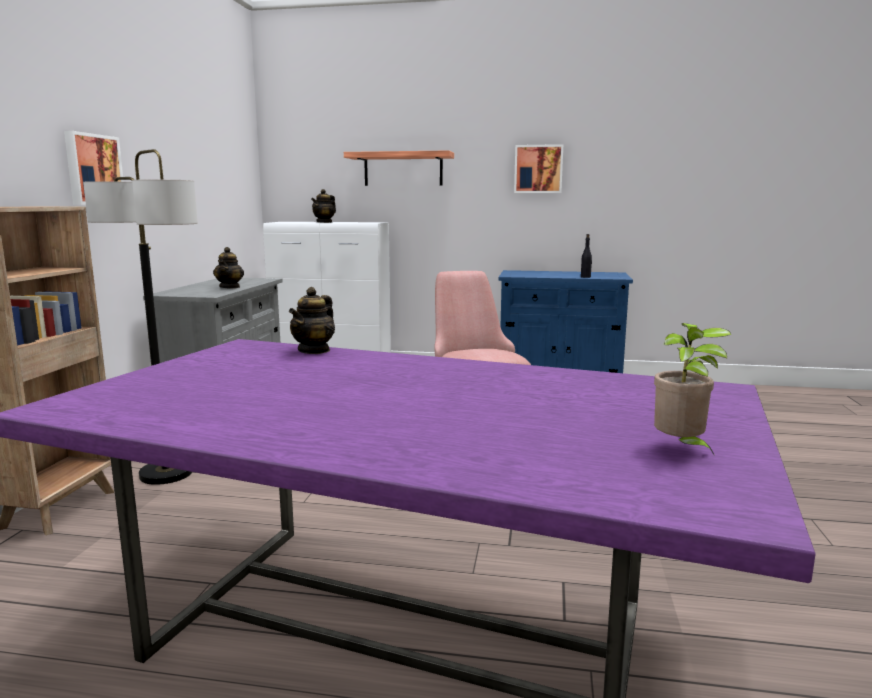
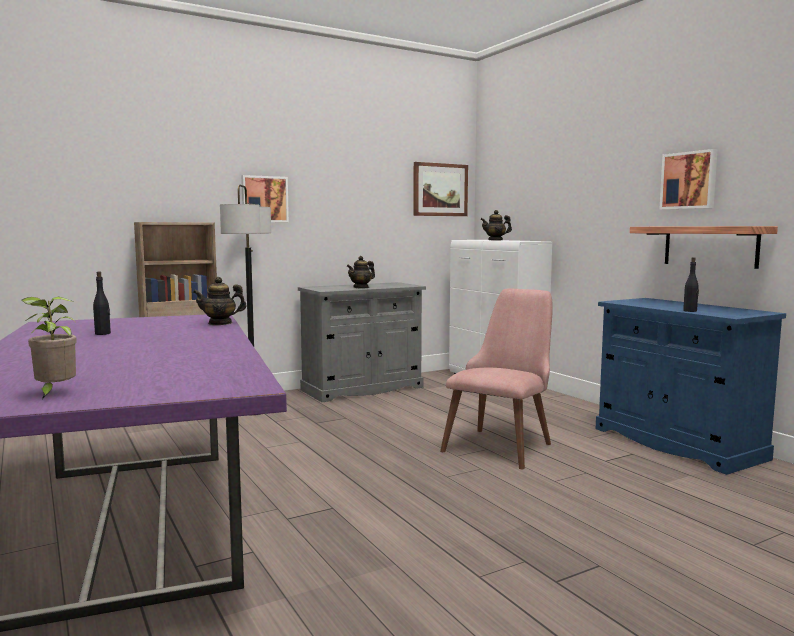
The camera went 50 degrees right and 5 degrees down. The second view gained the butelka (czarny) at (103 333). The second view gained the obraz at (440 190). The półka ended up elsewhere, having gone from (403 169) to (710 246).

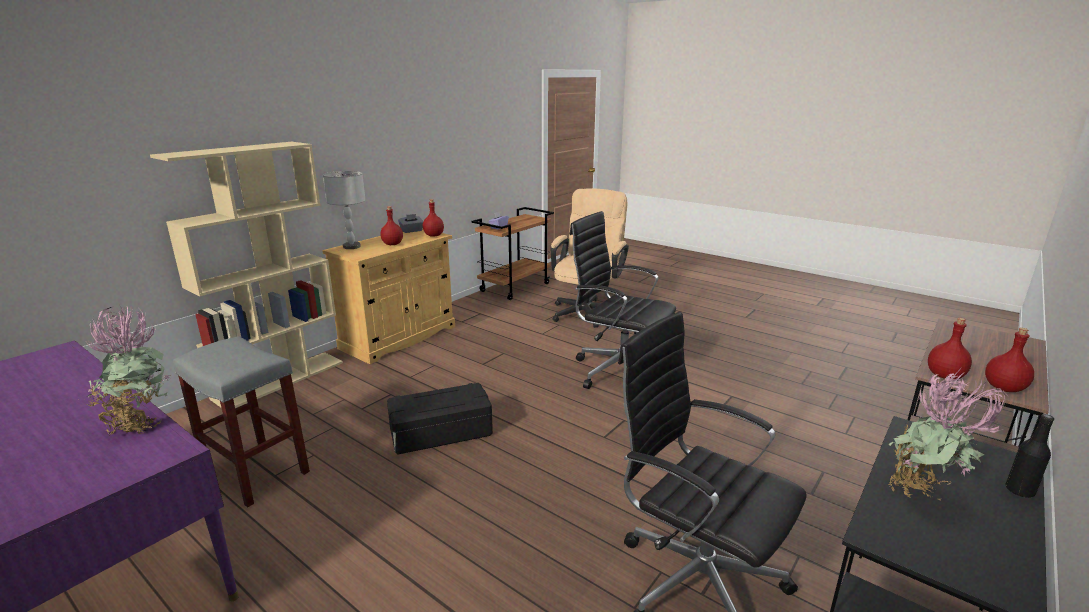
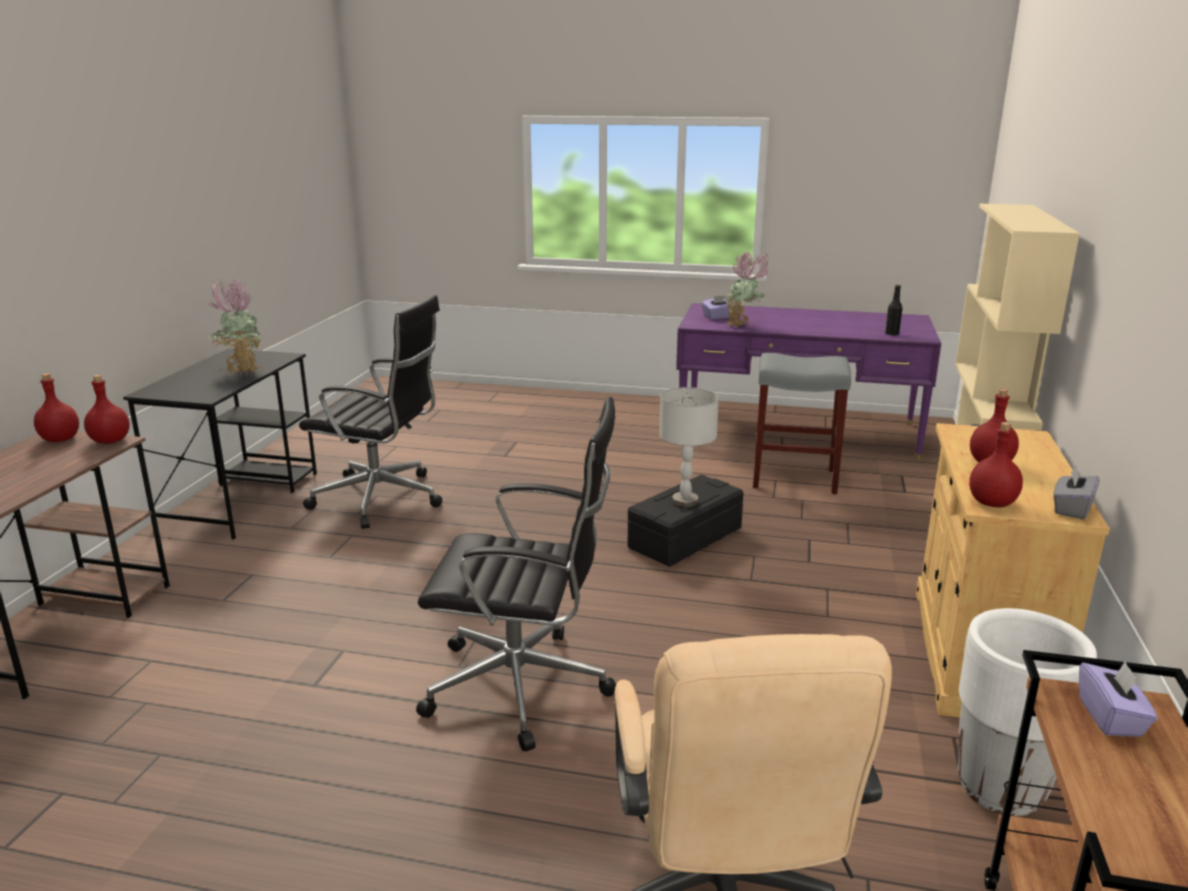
The camera went 155 degrees right and 0 degrees up. The second view gained the pudełko chusteczek (fioletowy) at (717 317). The second view gained the donica (biały) at (1000 788). The lampa stołowa (szary) ended up elsewhere, having gone from (351 246) to (685 501). The butelka (czarny) ended up elsewhere, having gone from (1019 491) to (891 334).

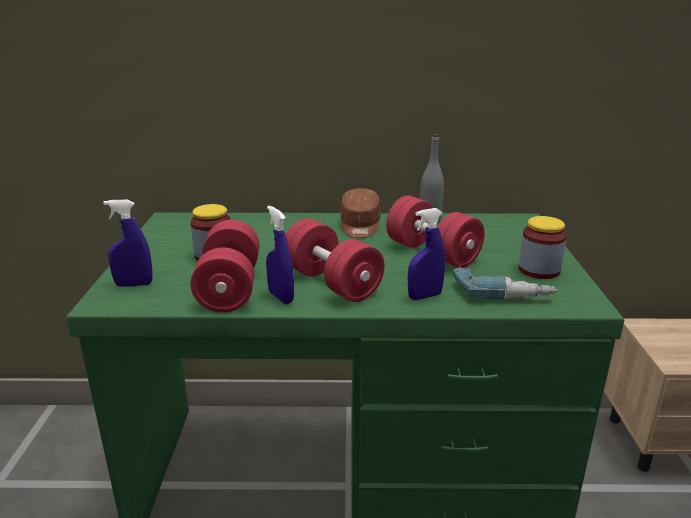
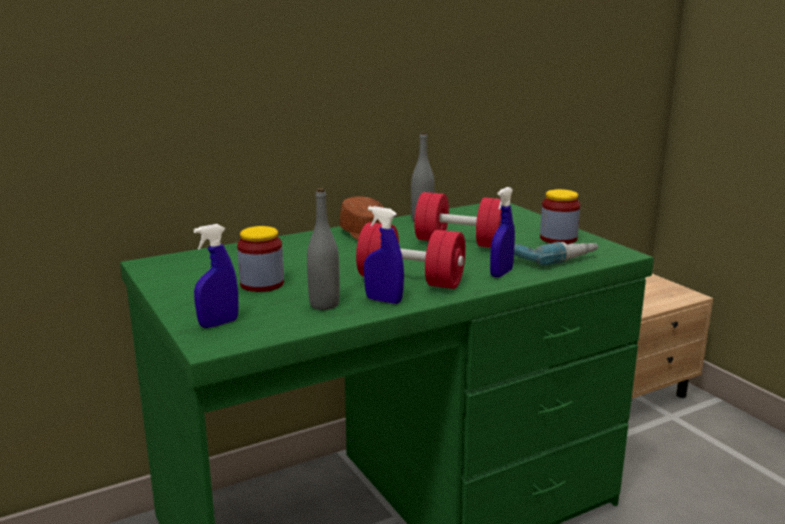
The camera went 30 degrees left and 5 degrees down. Where the hantel (czerwony) stood at (229 288), the butelka (szary) came to stand at (324 305).

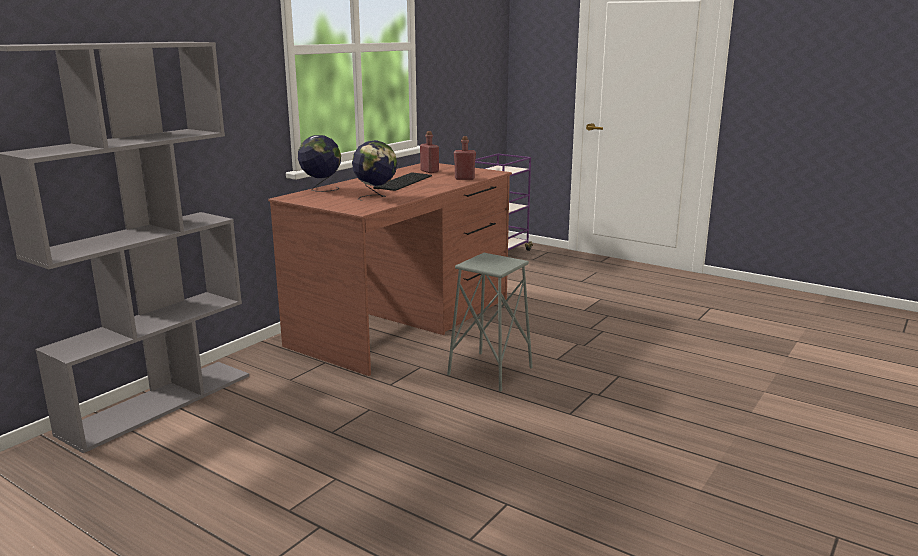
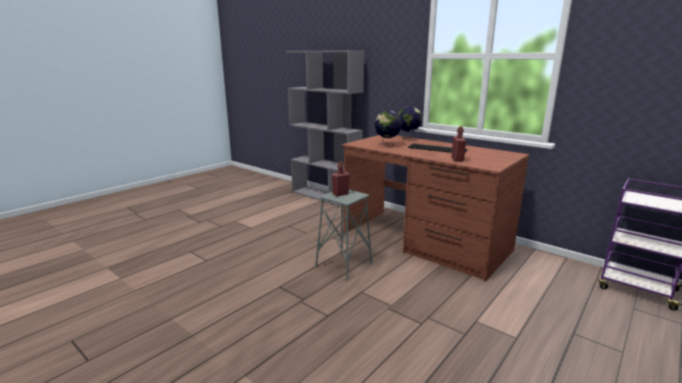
The camera went 95 degrees right and 0 degrees up. The butelka (czerwony) ended up elsewhere, having gone from (429 171) to (340 194).

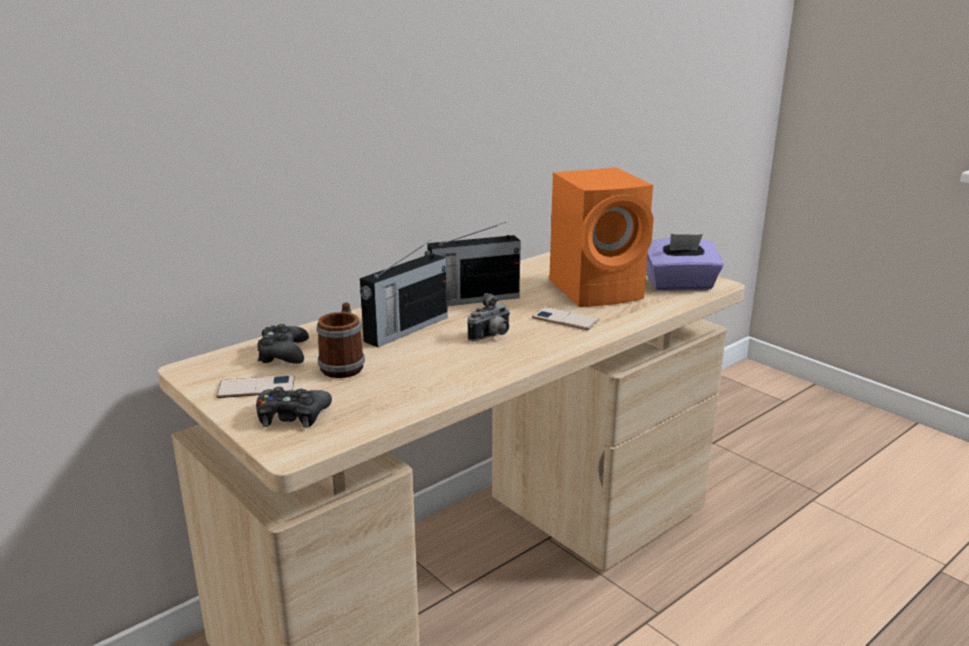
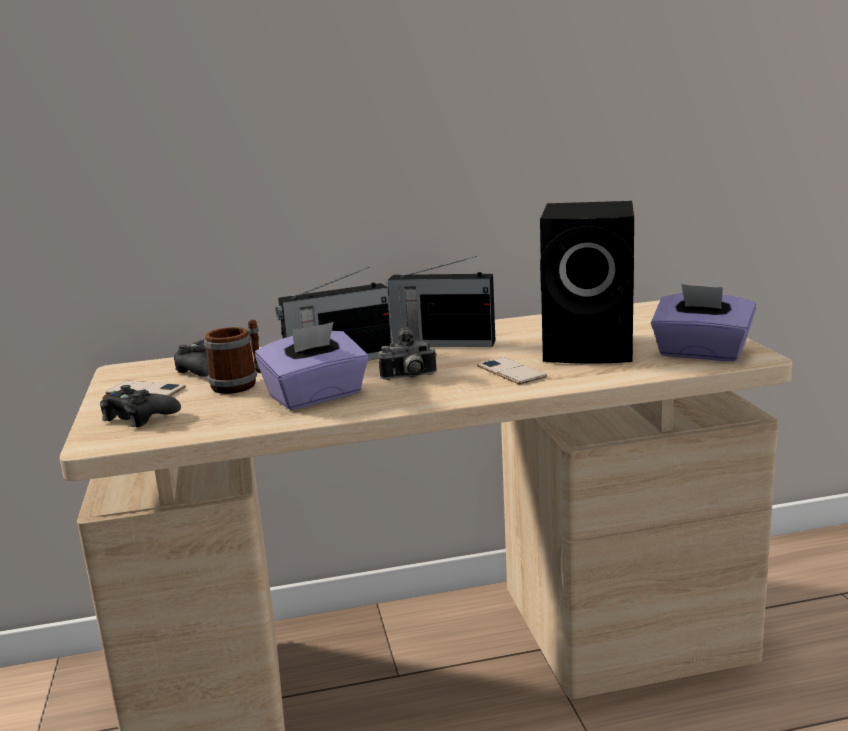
The camera went 30 degrees right and 5 degrees down. The second view gained the pudełko chusteczek (fioletowy) at (316 396). What was the głośnik (pomarańczowy) at (599 290) turned into the głośnik (czarny) at (592 348).

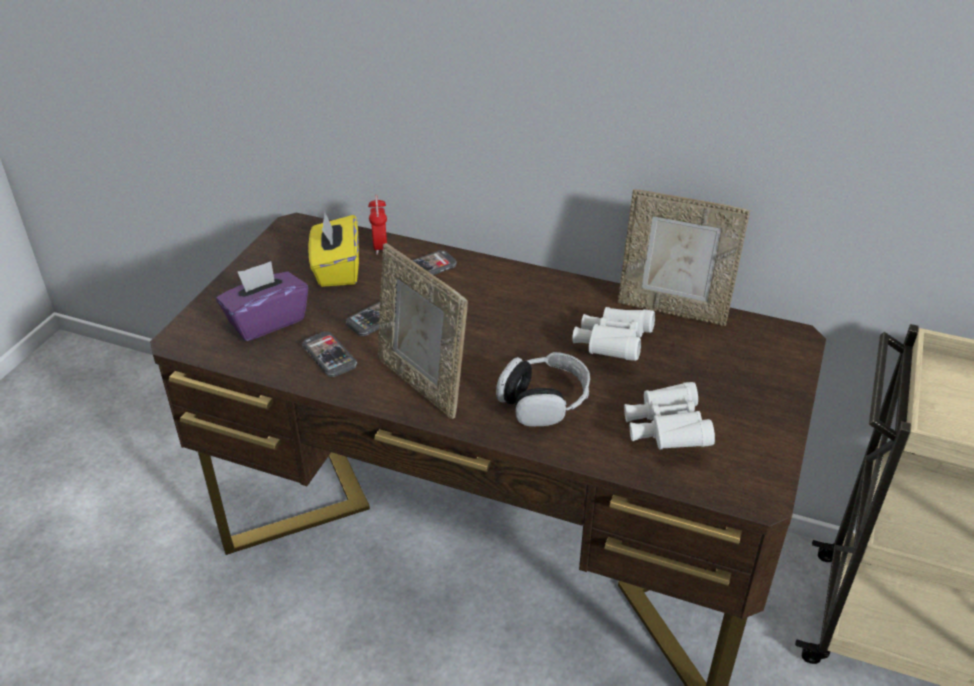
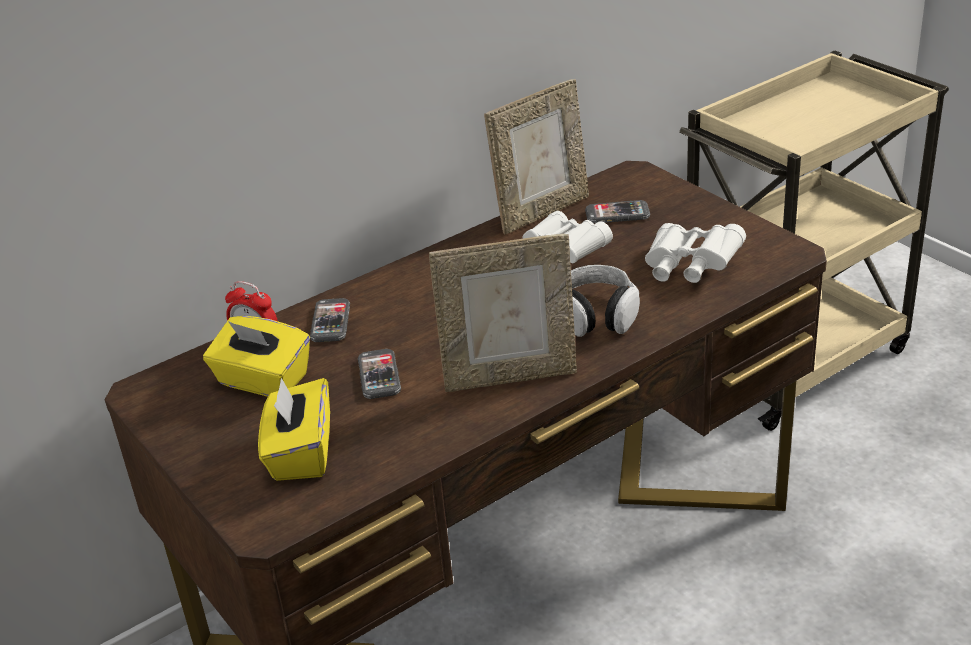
The camera went 55 degrees left and 5 degrees down. The telefon ended up elsewhere, having gone from (329 356) to (617 214). What was the pudełko chusteczek (fioletowy) at (266 321) turned into the pudełko chusteczek (żółty) at (300 453).

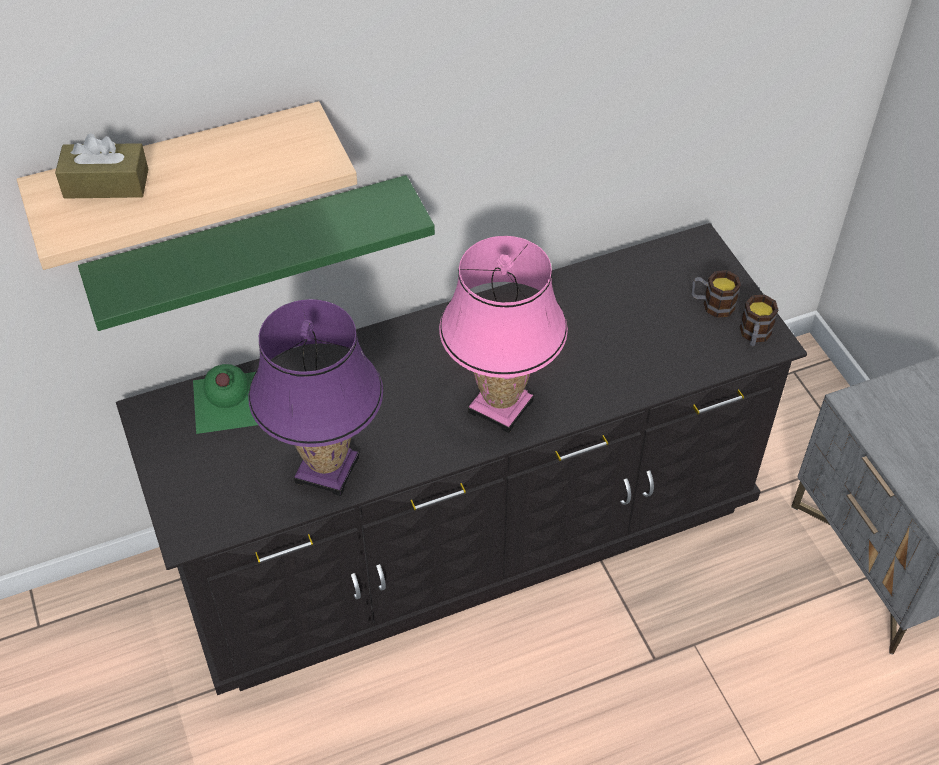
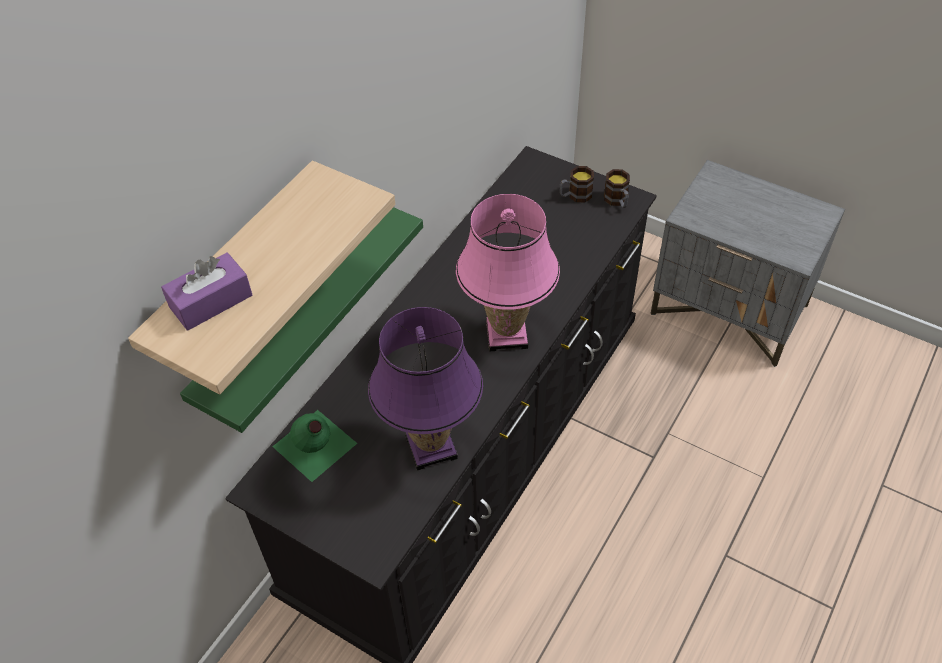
The camera went 35 degrees left and 0 degrees up. What was the pudełko chusteczek (brązowy) at (106 184) turned into the pudełko chusteczek (fioletowy) at (211 301).

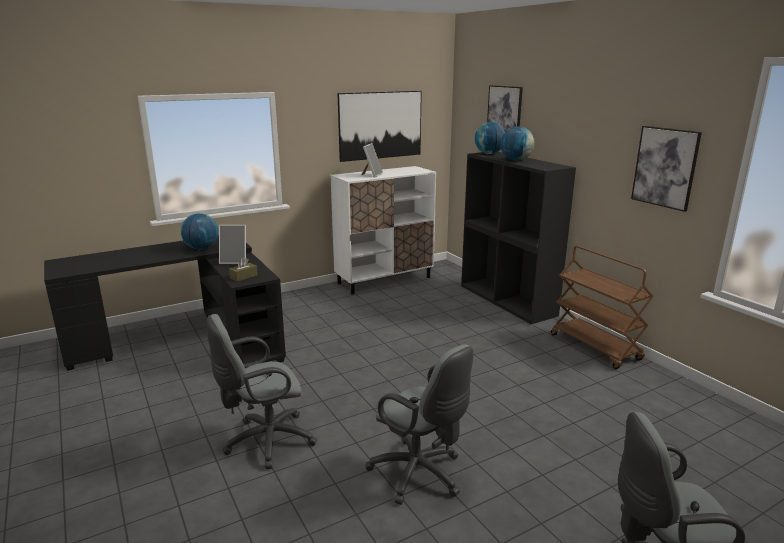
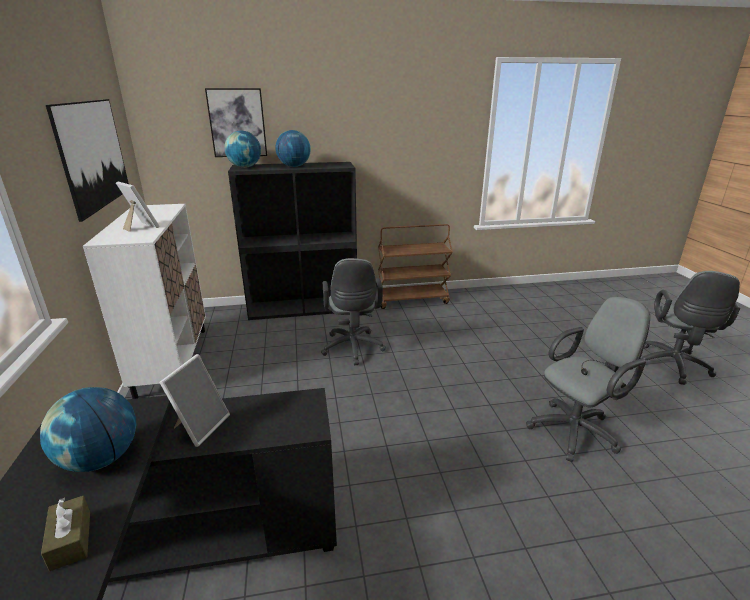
The camera went 70 degrees left and 5 degrees up. The second view lost the obraz at (665 167). The krzesło biurowe (szary) ended up elsewhere, having gone from (265 441) to (353 349). The pudełko chusteczek (brązowy) ended up elsewhere, having gone from (243 277) to (71 540).

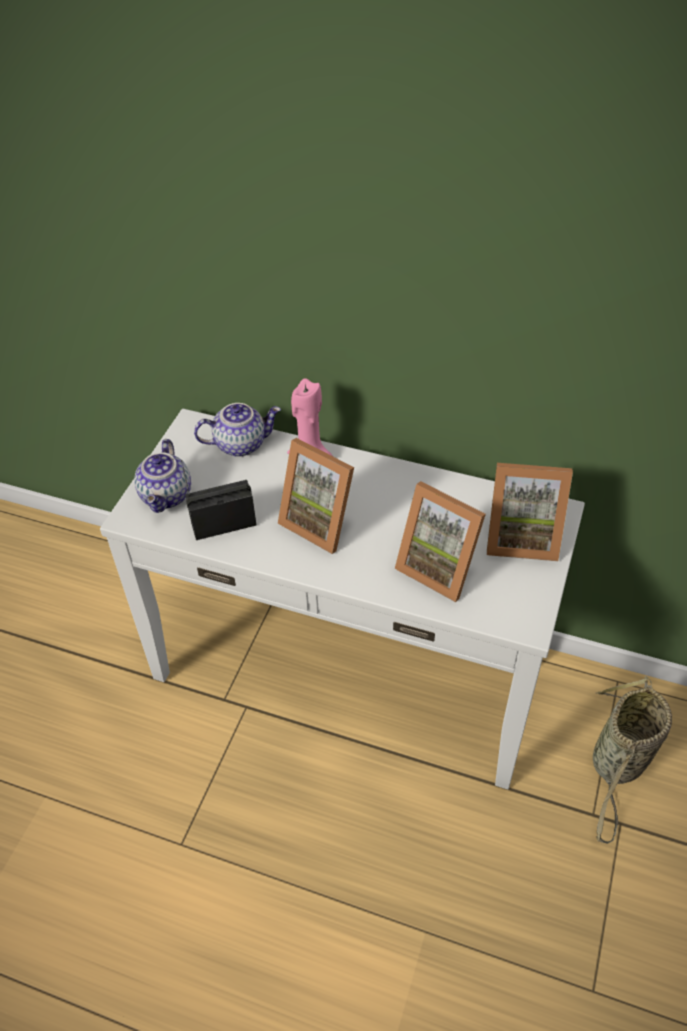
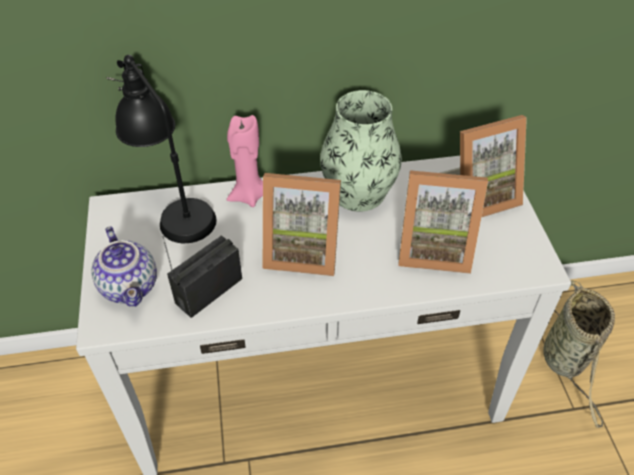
The camera went 30 degrees left and 0 degrees up. The second view gained the wazon at (358 192). Where the imbryk stood at (241 443), the lampa stołowa (czarny) came to stand at (173 208).

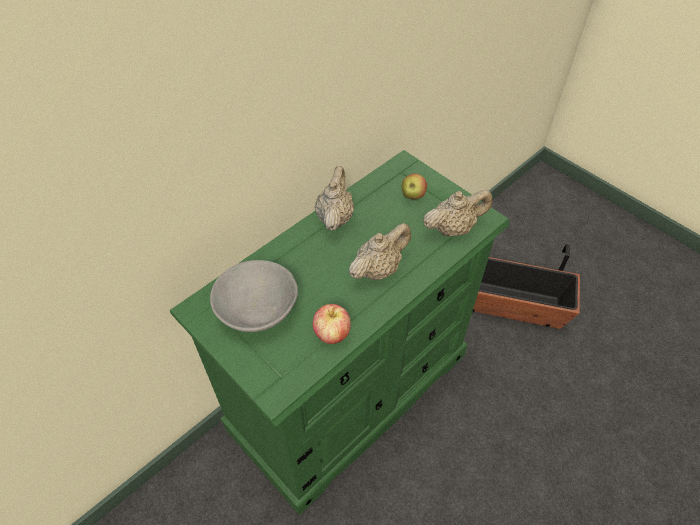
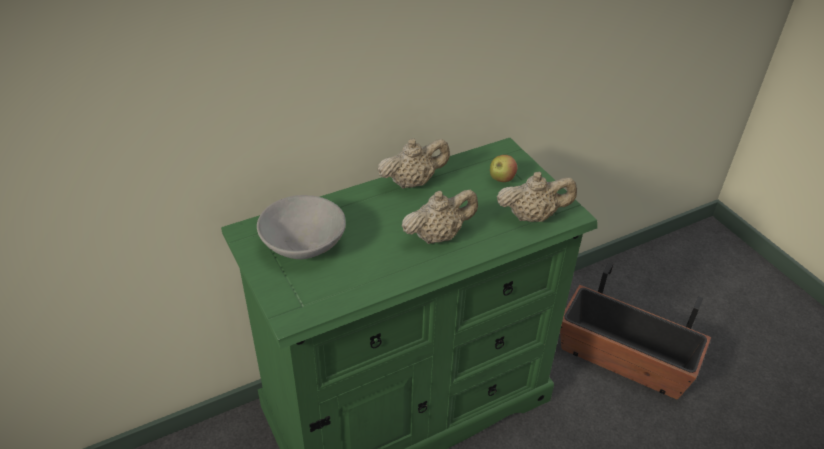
The camera went 15 degrees right and 10 degrees down. The second view lost the jabłko at (332 334). The imbryk (beżowy) at (335 217) ended up facing another way, 45 degrees clockwise from before.

